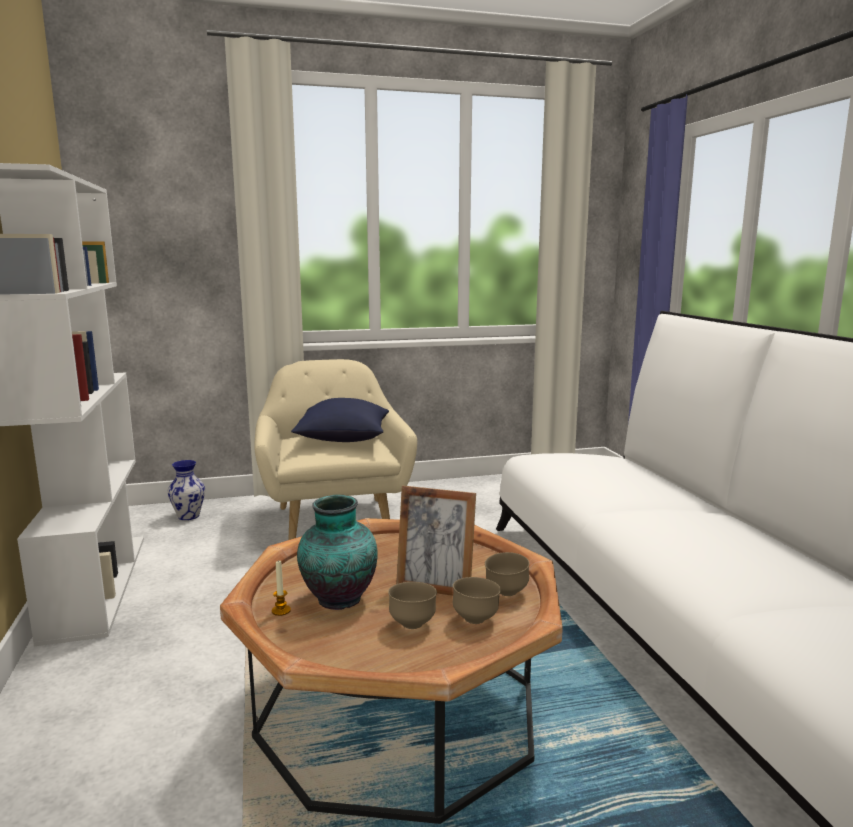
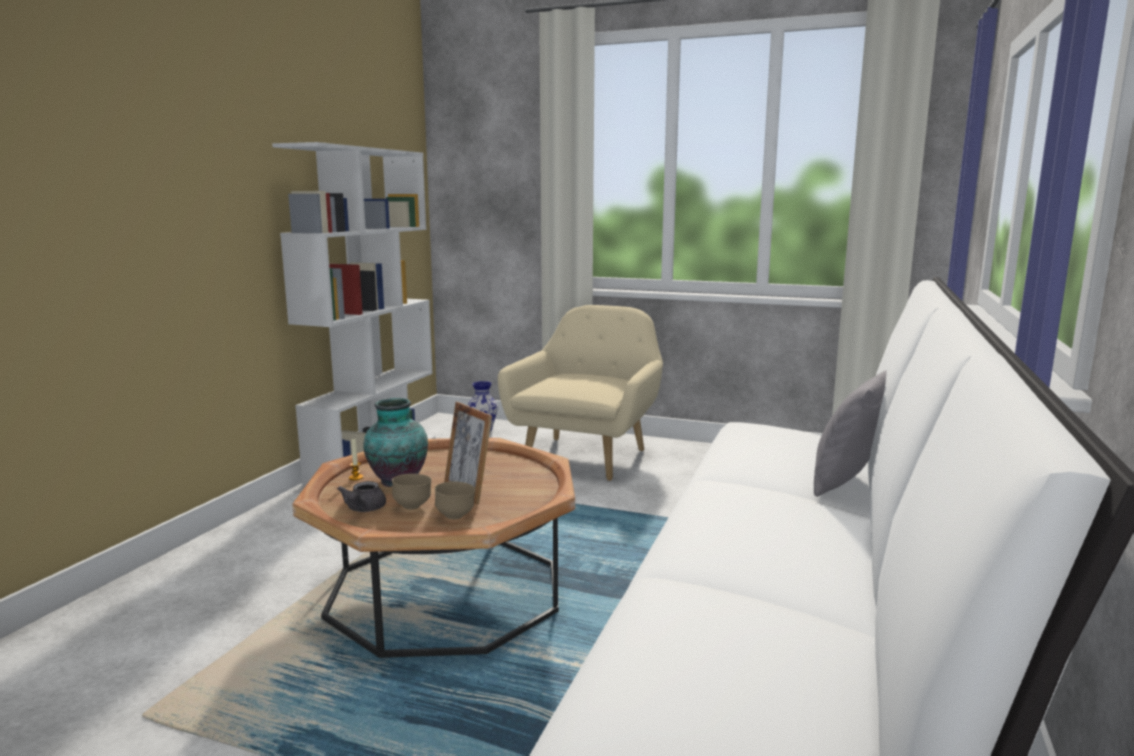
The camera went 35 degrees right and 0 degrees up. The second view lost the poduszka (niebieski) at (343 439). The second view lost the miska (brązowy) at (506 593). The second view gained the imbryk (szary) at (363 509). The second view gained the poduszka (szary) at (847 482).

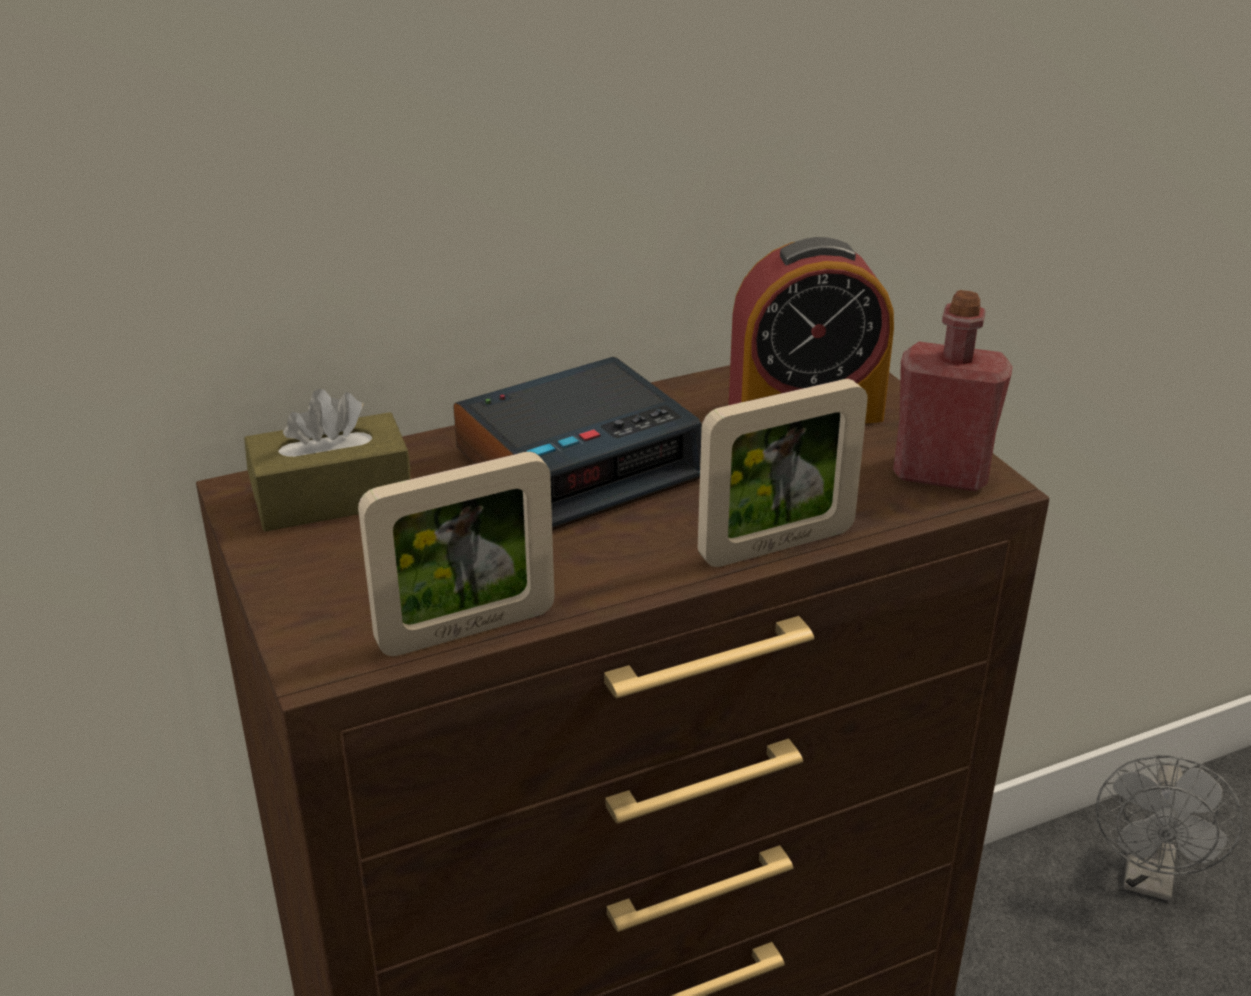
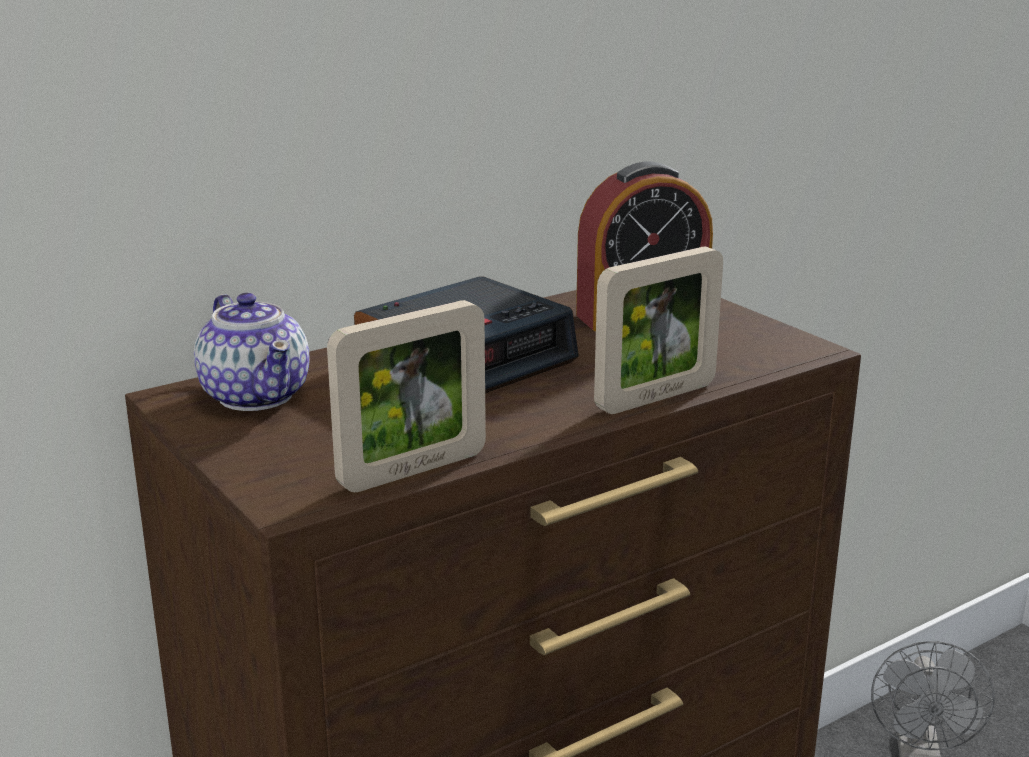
The camera went 10 degrees left and 10 degrees down. The second view lost the butelka (czerwony) at (941 474). Where the pudełko chusteczek (brązowy) stood at (332 498), the imbryk came to stand at (256 395).

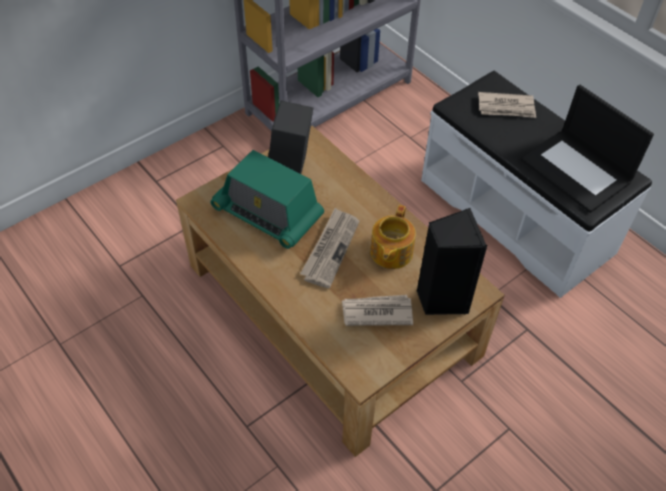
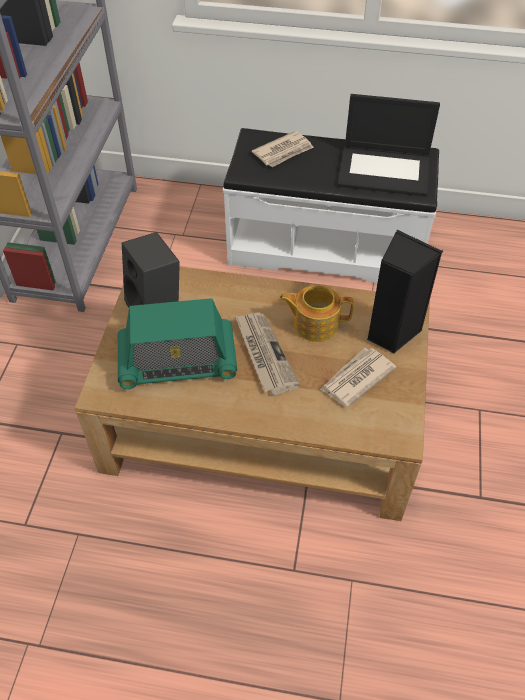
The camera went 40 degrees left and 0 degrees up. The imbryk at (390 252) ended up facing another way, 120 degrees clockwise from before.

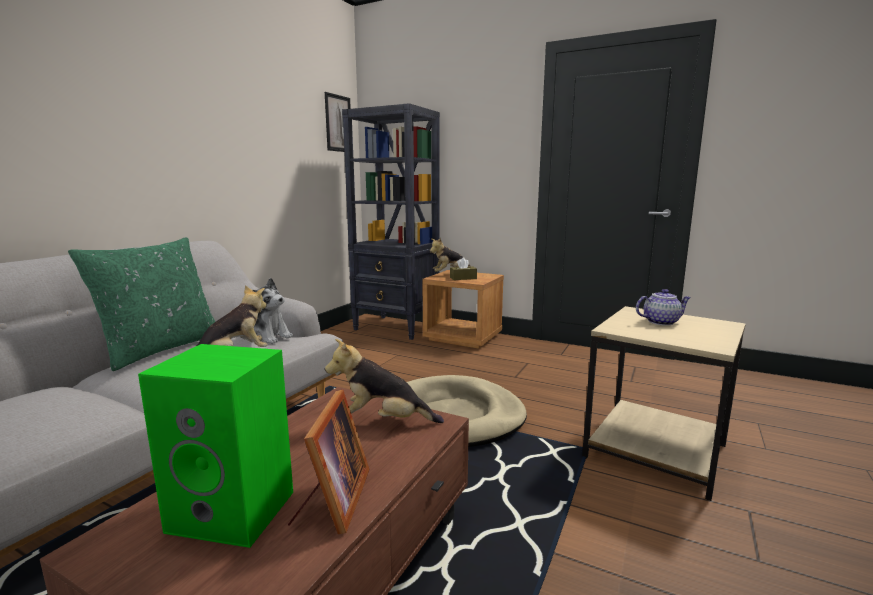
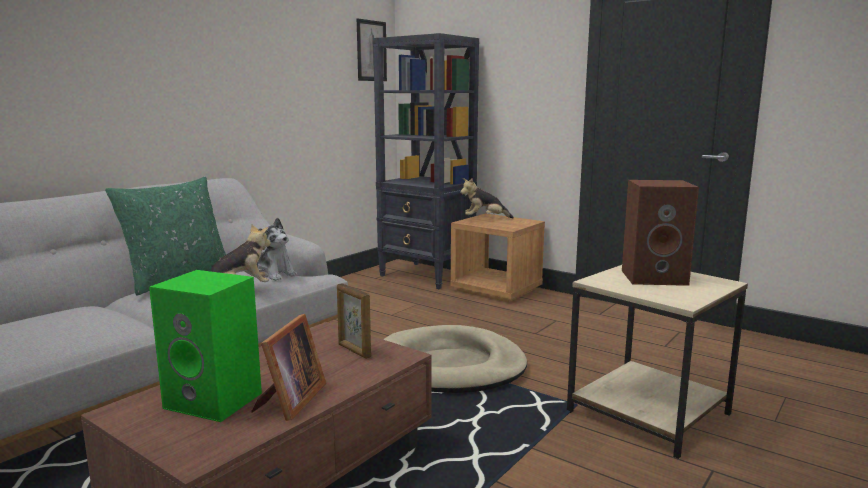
The camera went 10 degrees right and 0 degrees up. The second view lost the pudełko chusteczek (brązowy) at (463 278). Where the pluszak stood at (383 421), the ramka na zdjęcie came to stand at (354 351). Where the imbryk stood at (661 322), the głośnik (brązowy) came to stand at (655 277).

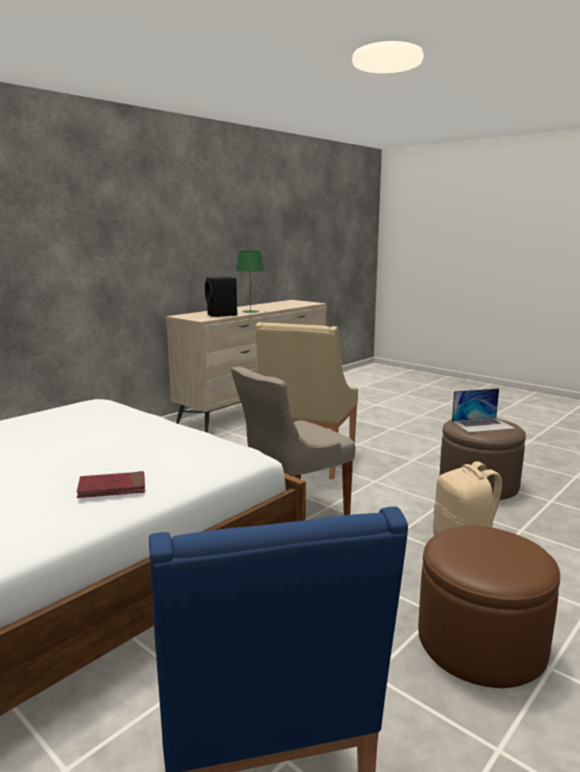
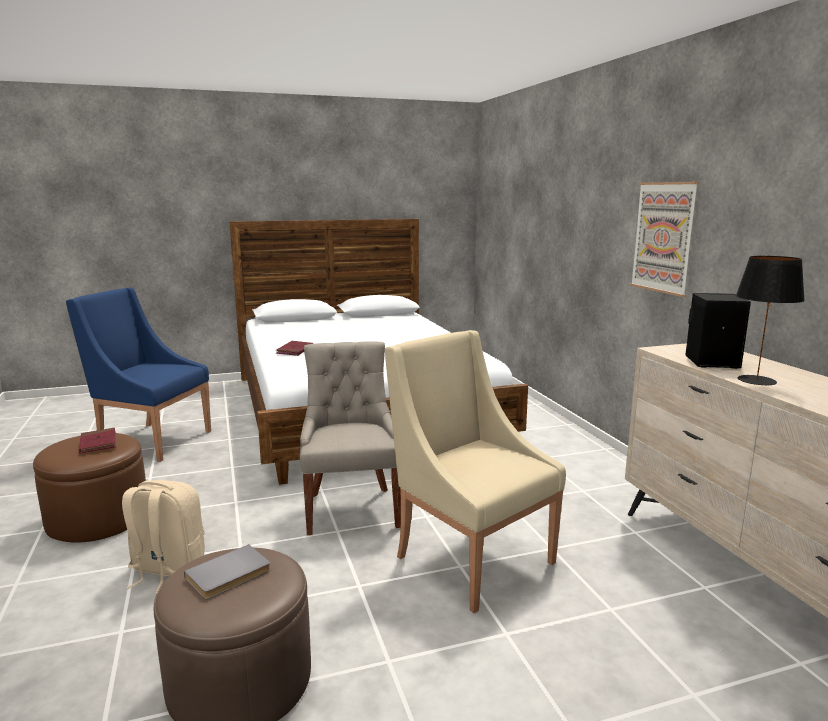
The camera went 120 degrees right and 0 degrees up. The second view gained the książka (czerwony) at (98 443). The second view gained the obraz at (663 237). Where the laptop stood at (483 425), the książka (szary) came to stand at (230 575). What was the lampa stołowa (zielony) at (250 311) turned into the lampa stołowa (czarny) at (757 380).

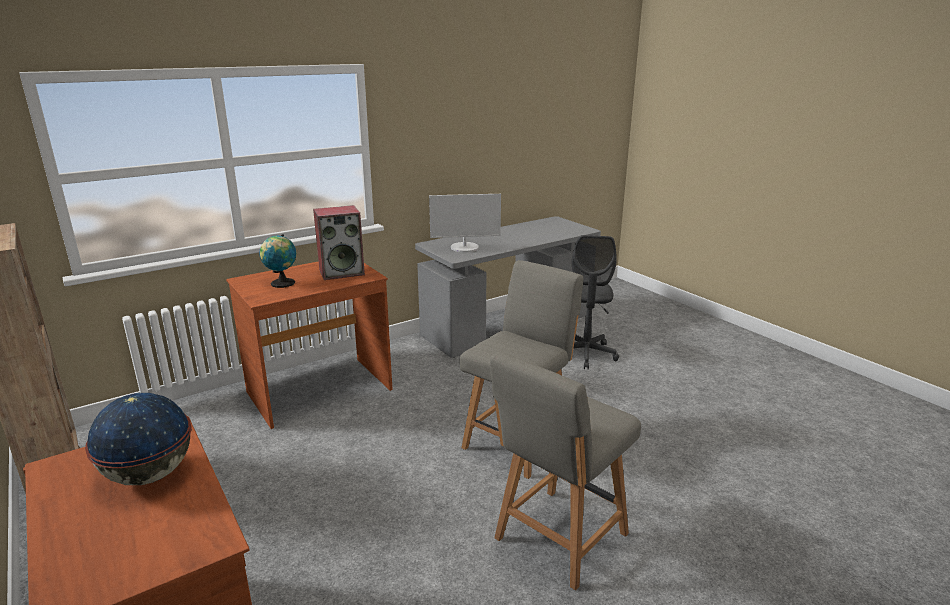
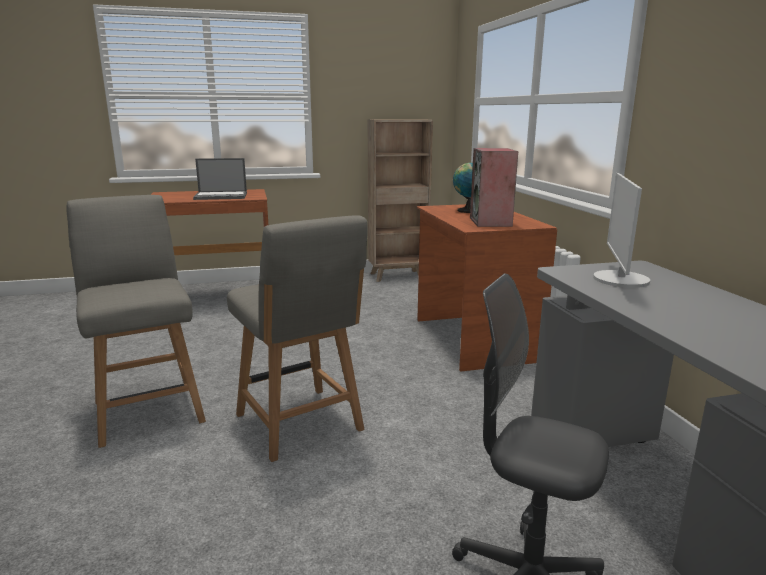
The camera went 110 degrees right and 5 degrees down. Where the globus stood at (148 475), the laptop came to stand at (222 196).

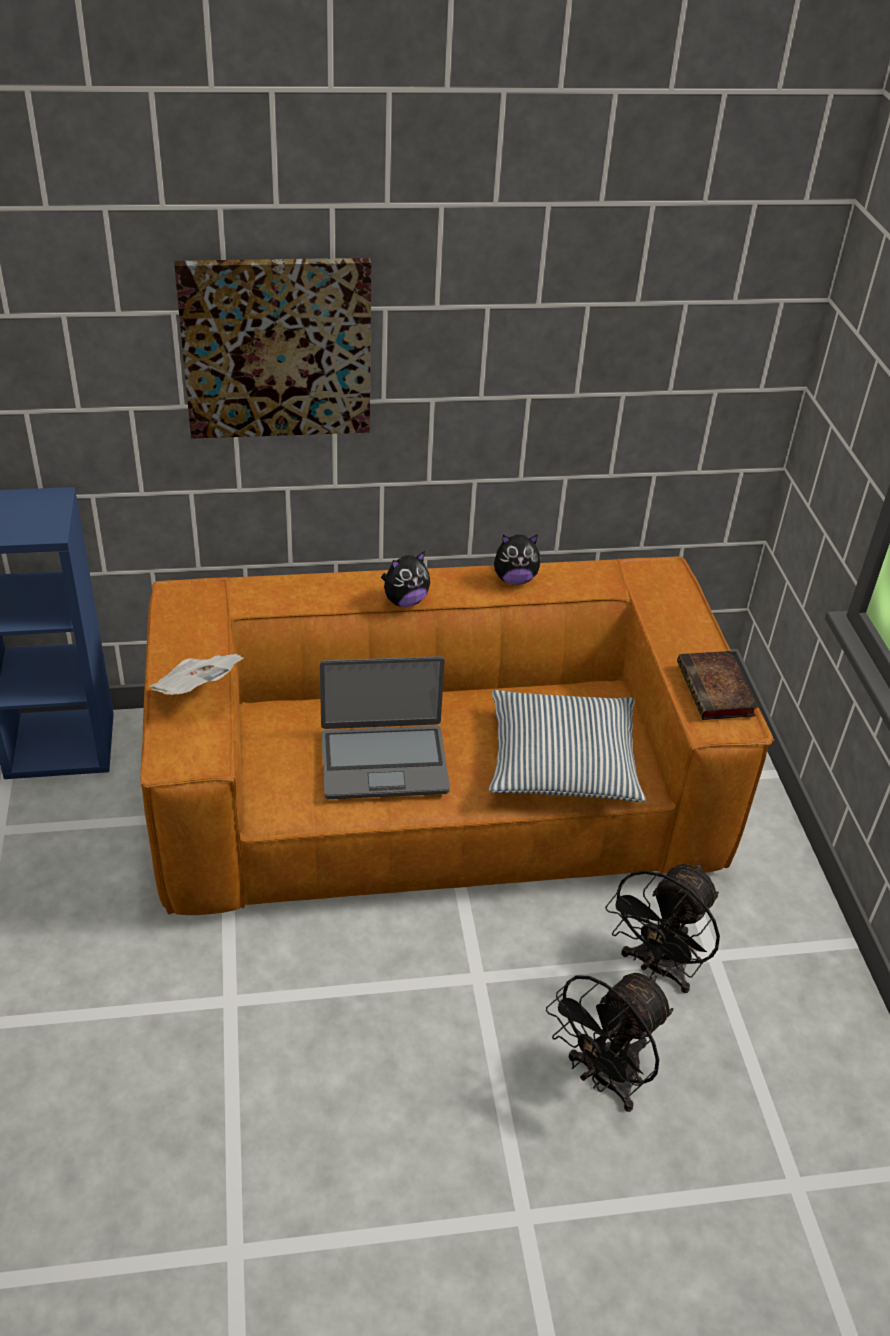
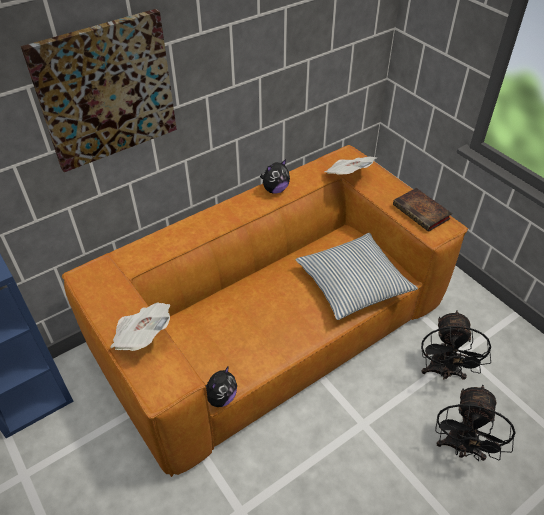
The camera went 25 degrees left and 5 degrees up. The second view lost the laptop at (384 761). The second view gained the gazeta at (348 175). The pluszak ended up elsewhere, having gone from (405 601) to (220 397).

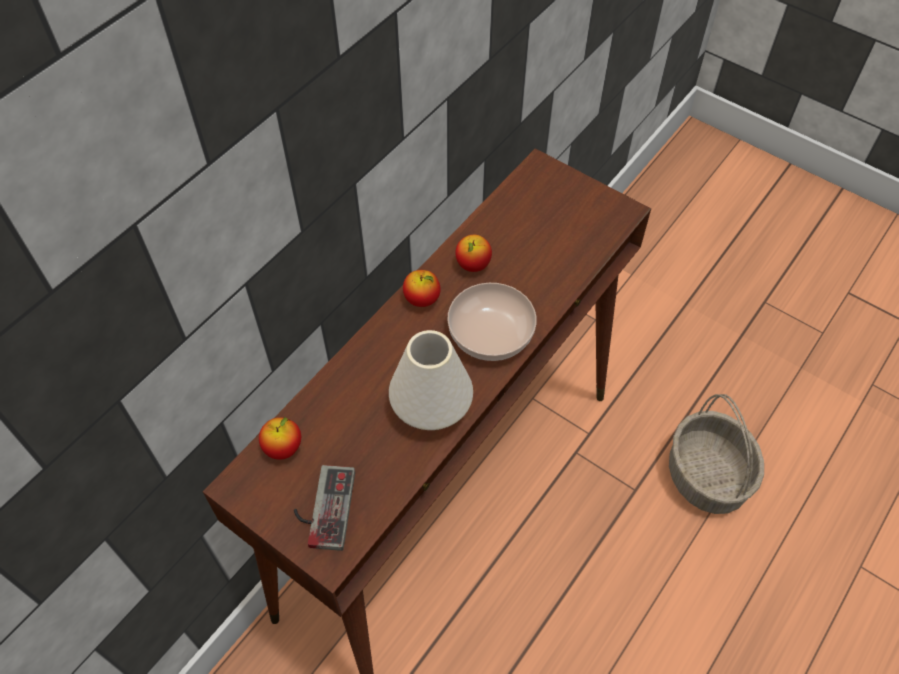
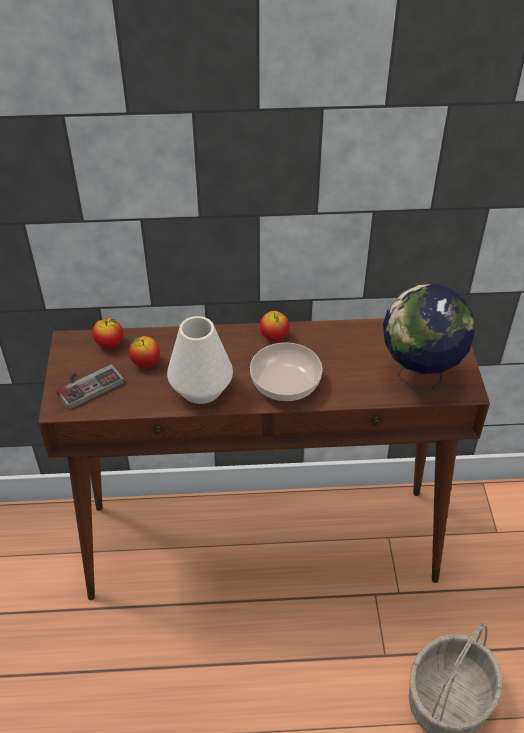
The camera went 50 degrees right and 10 degrees down. The second view gained the globus at (419 377). The jabłko ended up elsewhere, having gone from (473 265) to (145 363).

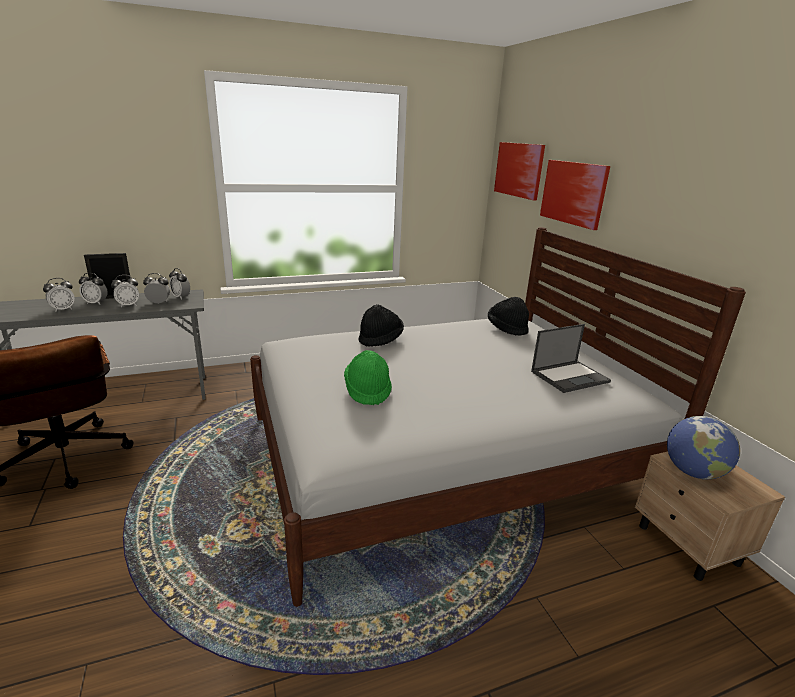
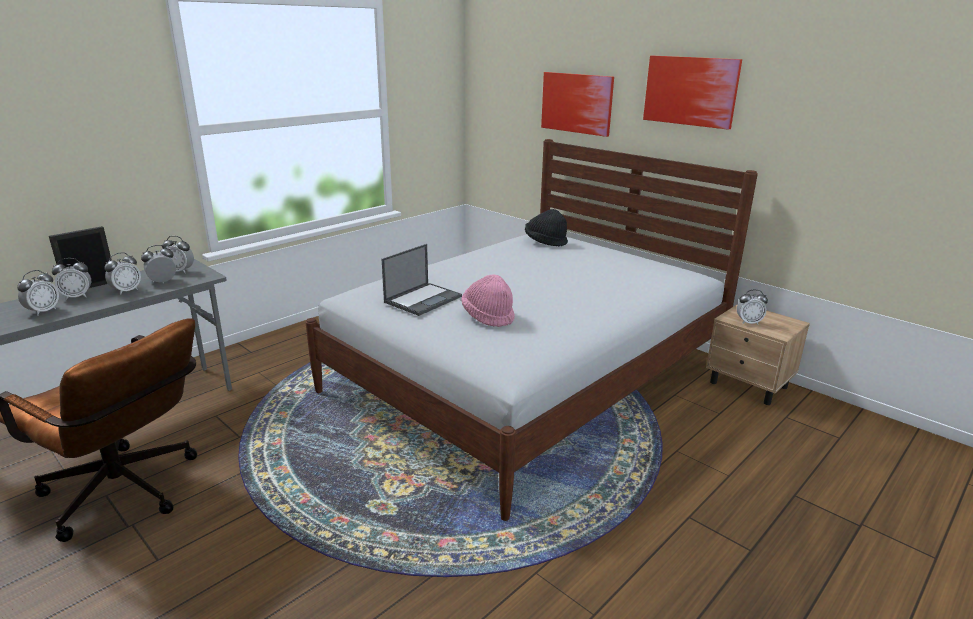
The camera went 25 degrees left and 0 degrees up. The second view lost the kapelusz (czarny) at (380 339). The obraz ended up elsewhere, having gone from (519 170) to (690 91). The laptop ended up elsewhere, having gone from (570 376) to (423 299). Where the globus stood at (693 472), the budzik came to stand at (748 322). What was the kapelusz (zielony) at (368 391) turned into the kapelusz (różowy) at (488 316).

